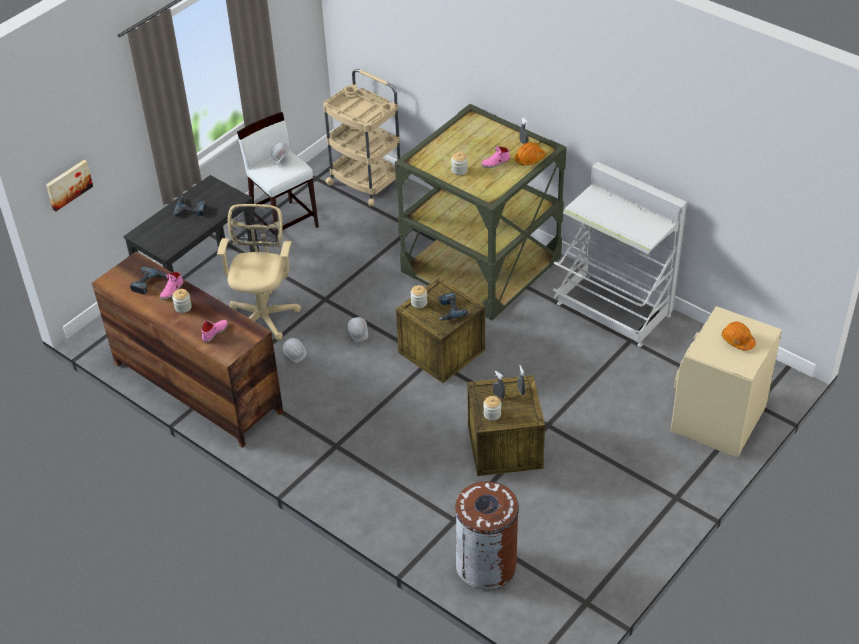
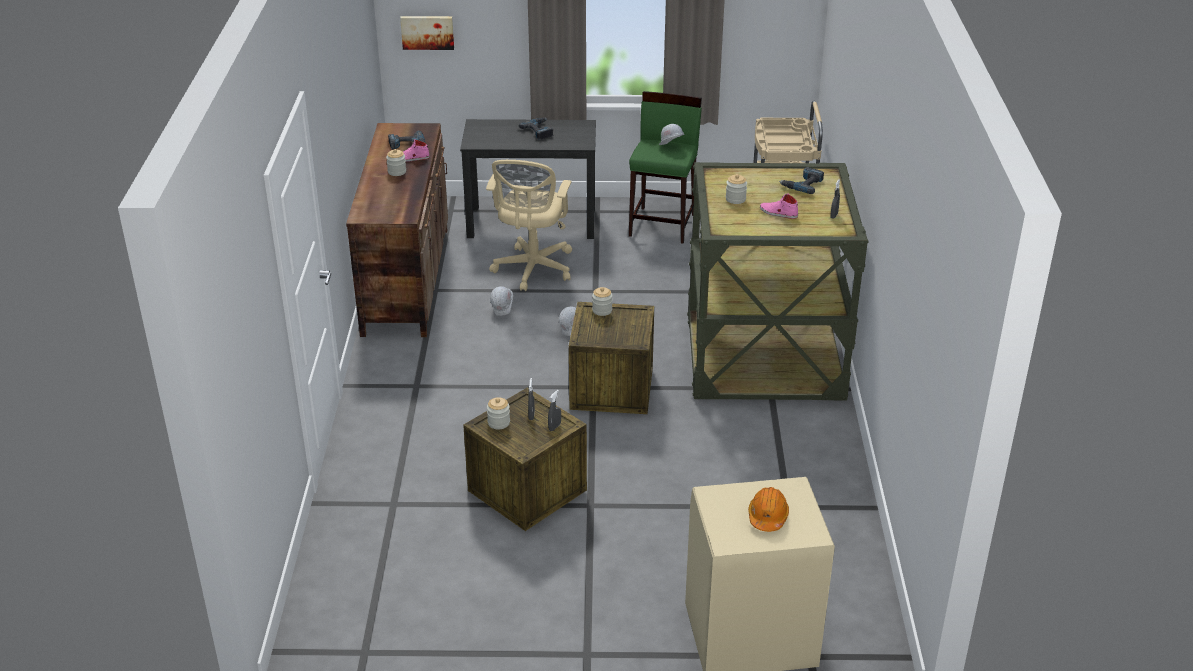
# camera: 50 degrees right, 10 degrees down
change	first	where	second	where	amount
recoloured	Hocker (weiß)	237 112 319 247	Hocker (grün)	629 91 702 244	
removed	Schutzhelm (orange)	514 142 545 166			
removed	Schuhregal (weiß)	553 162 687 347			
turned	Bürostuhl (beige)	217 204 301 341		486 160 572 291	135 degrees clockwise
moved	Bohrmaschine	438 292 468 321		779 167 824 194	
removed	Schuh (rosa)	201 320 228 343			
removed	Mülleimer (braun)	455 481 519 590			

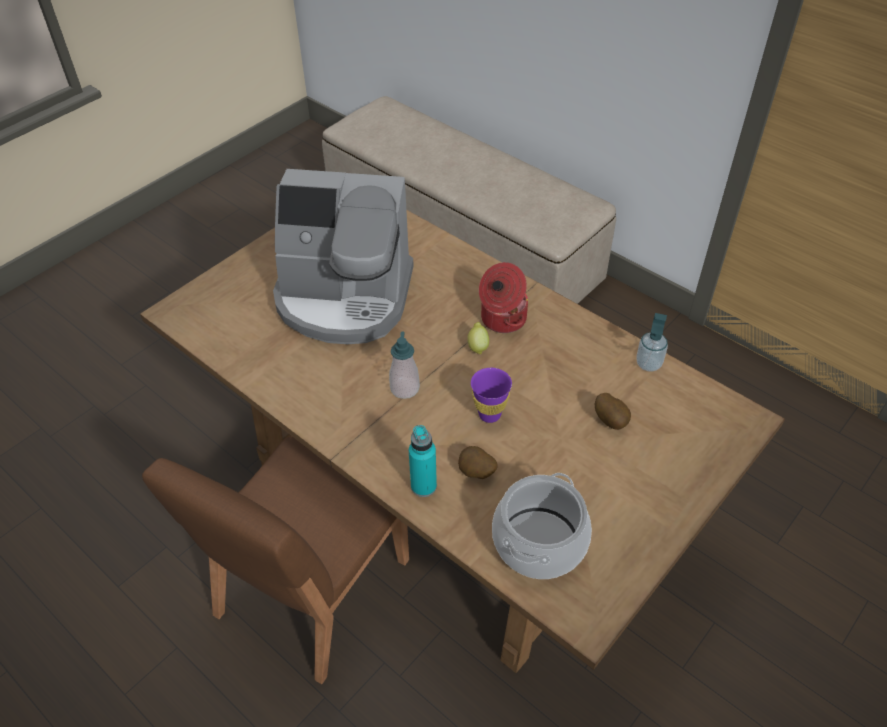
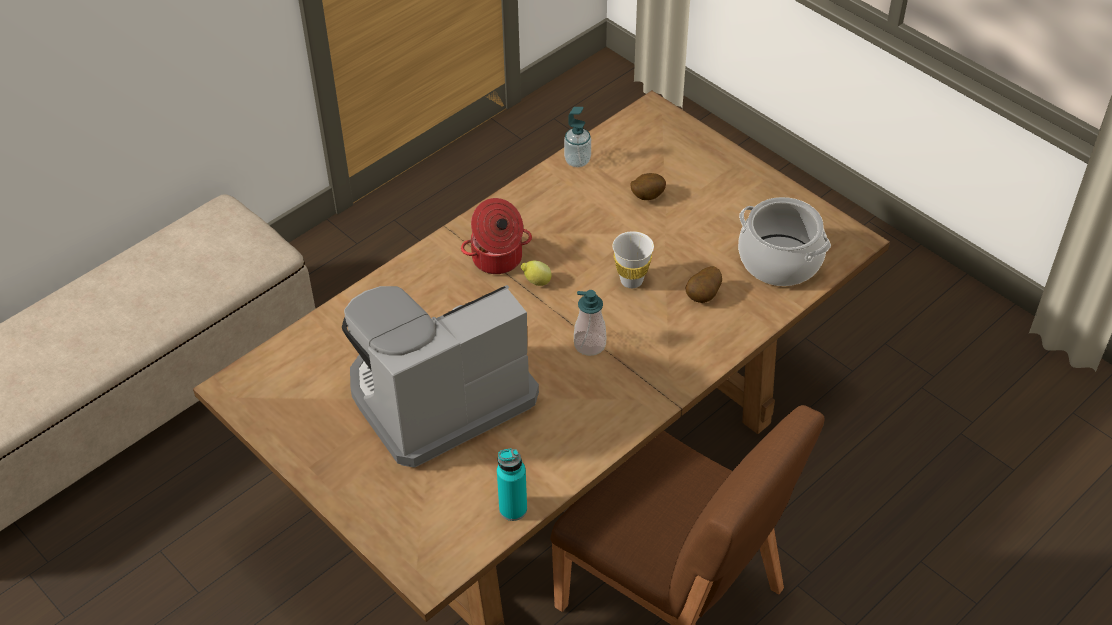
# camera: 85 degrees left, 0 degrees up
change	first	where	second	where	amount
turned	Kaffeemaschine	273 169 414 344		342 285 539 468	135 degrees counterclockwise
recoloured	Tasse (lila)	471 368 512 423	Tasse (weiß)	613 231 654 288	
moved	Flasche (türkis)	409 425 437 497		497 448 527 521	

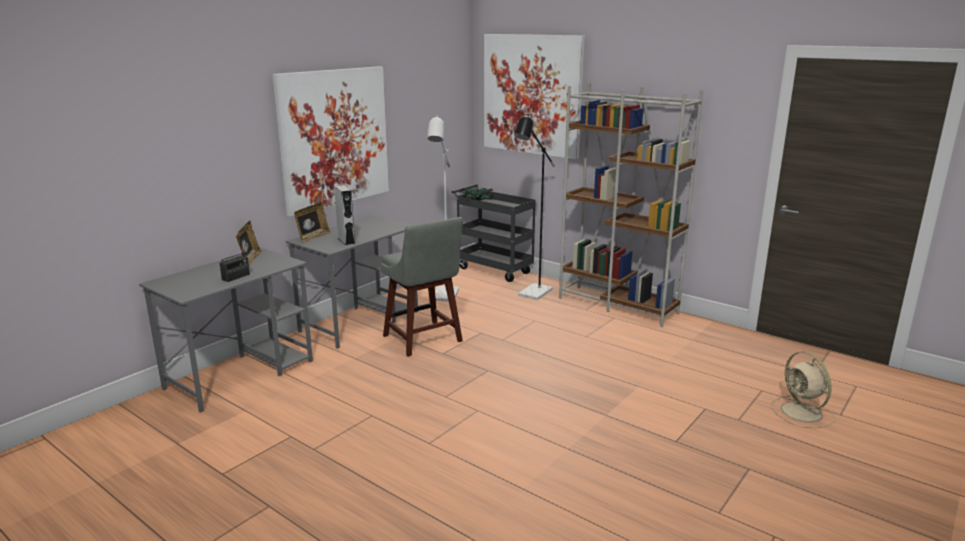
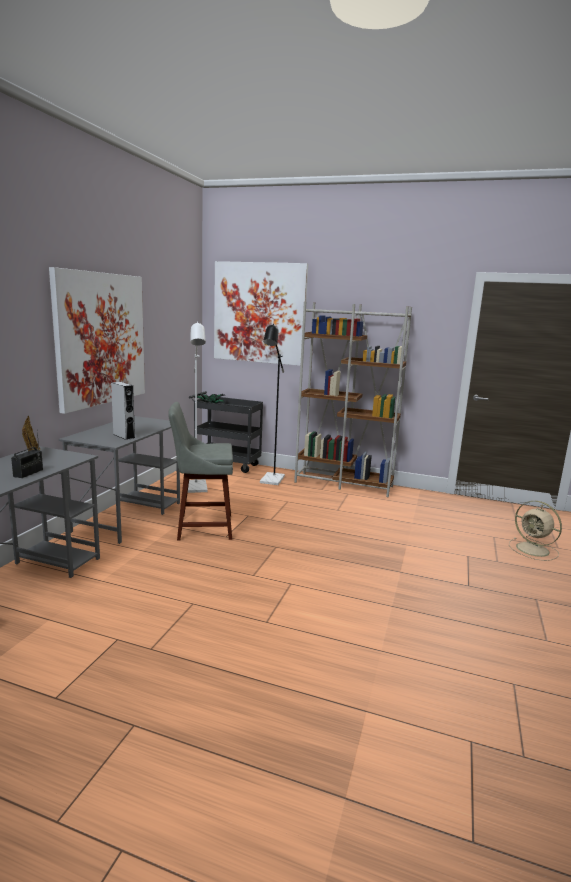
# camera: 20 degrees left, 5 degrees down
change	first	where	second	where	amount
removed	Bilderrahmen	294 202 330 243			
turned	Stuhl (grau)	381 217 463 357		168 402 233 541	135 degrees clockwise

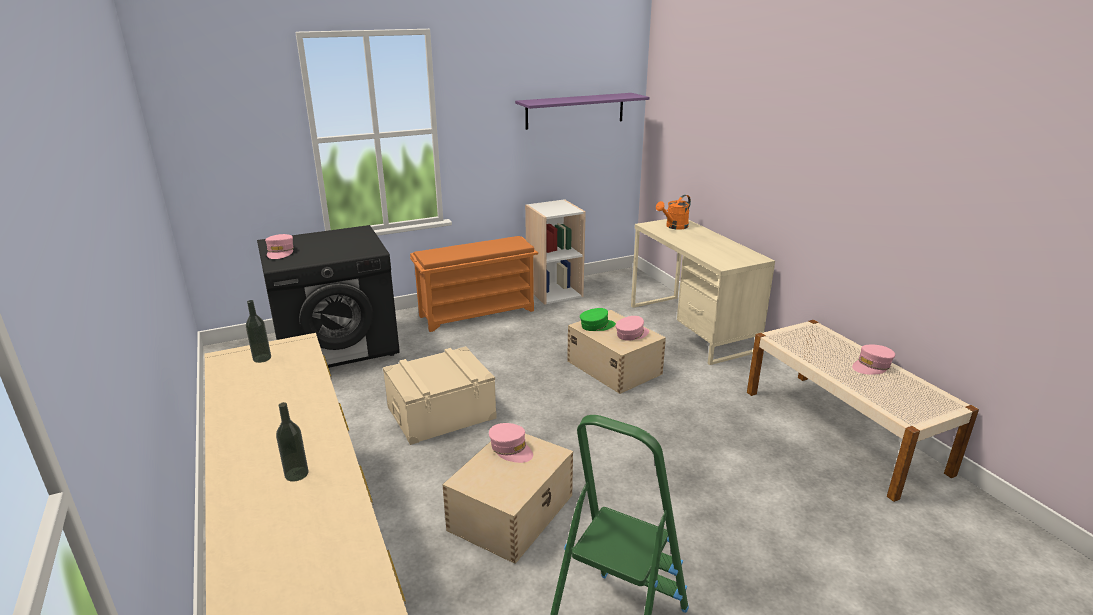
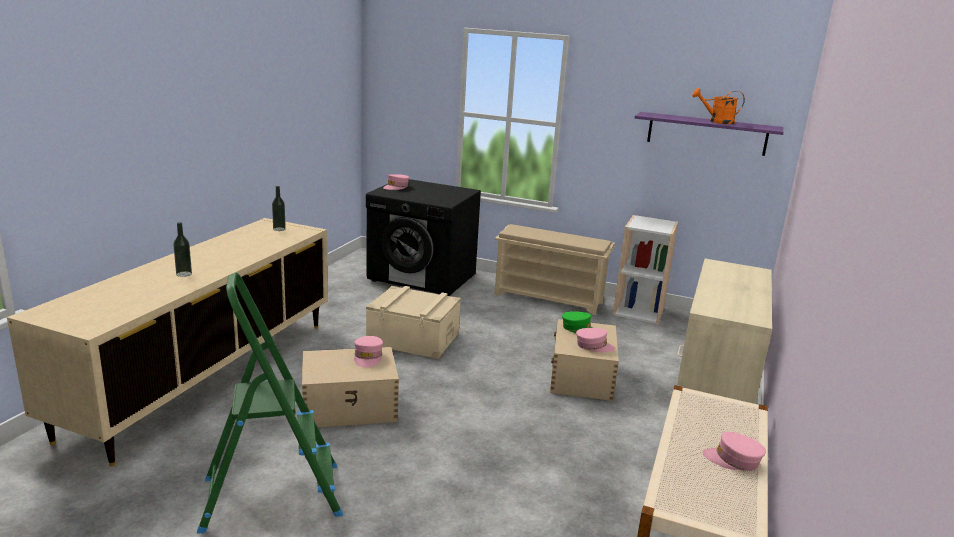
# camera: 45 degrees right, 5 degrees down
change	first	where	second	where	amount
moved	Gießkanne (orange)	656 195 691 230		692 88 745 124	
recoloured	Schuhregal (orange)	410 236 538 332	Schuhregal (beige)	494 224 615 315	

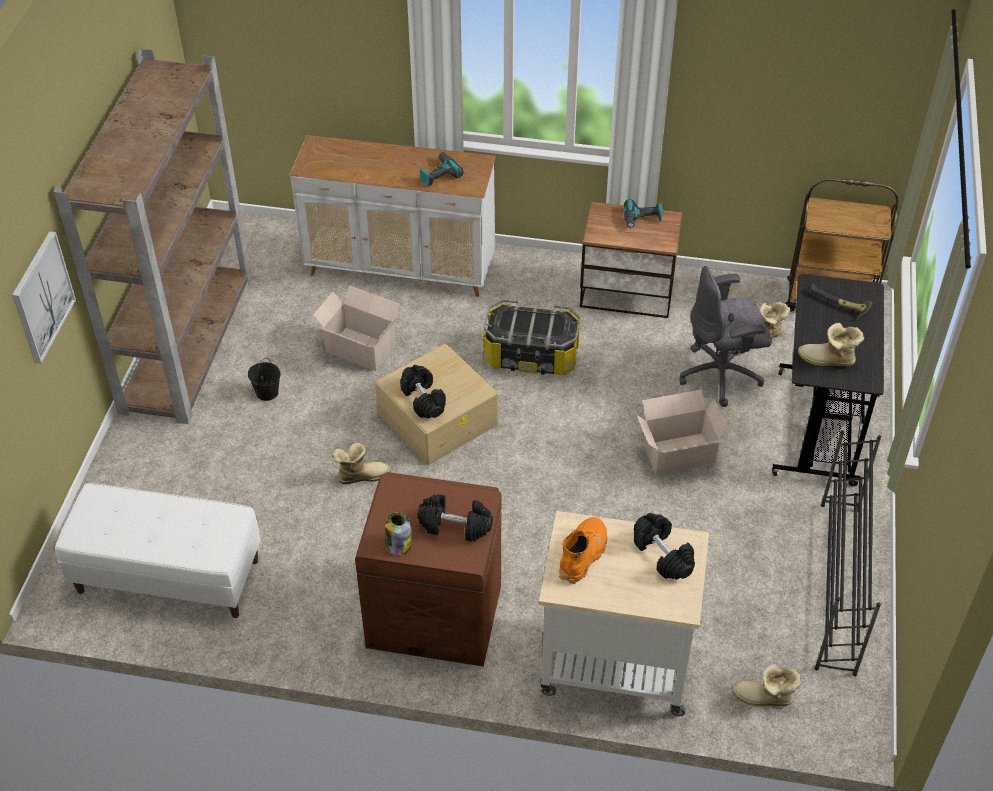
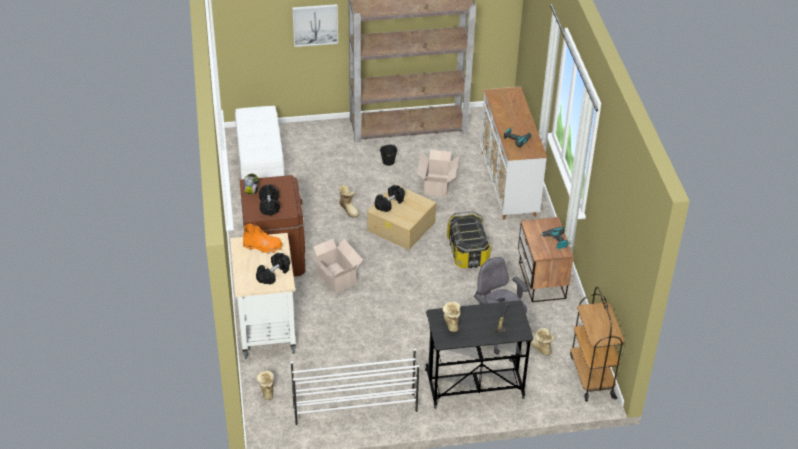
# camera: 70 degrees right, 5 degrees down
change	first	where	second	where	amount
moved	Karton	636 389 728 476		309 239 363 293	
recoloured	Schuhregal (schwarz)	815 430 881 676	Schuhregal (weiß)	291 348 419 427	

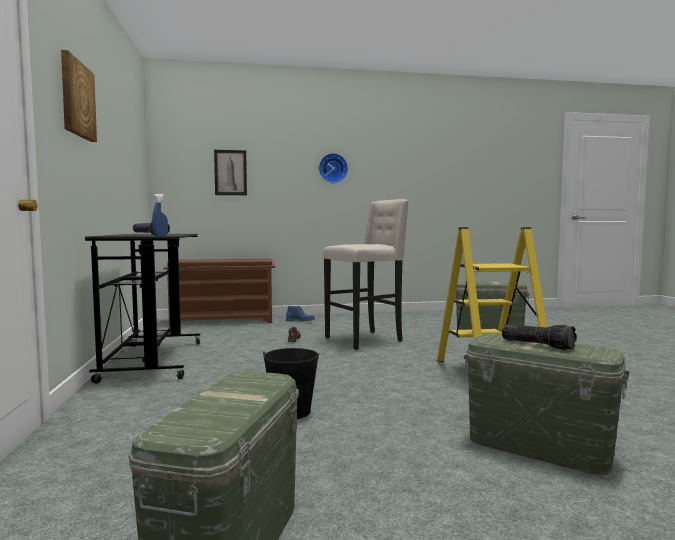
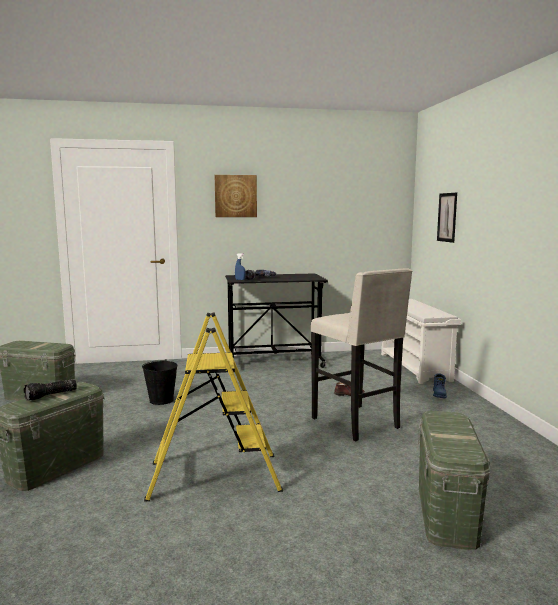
# camera: 90 degrees right, 5 degrees up
change	first	where	second	where	amount
removed	Wanduhr	319 153 348 184			
recoloured	Schuhregal (braun)	164 259 275 327	Schuhregal (weiß)	381 299 461 384	

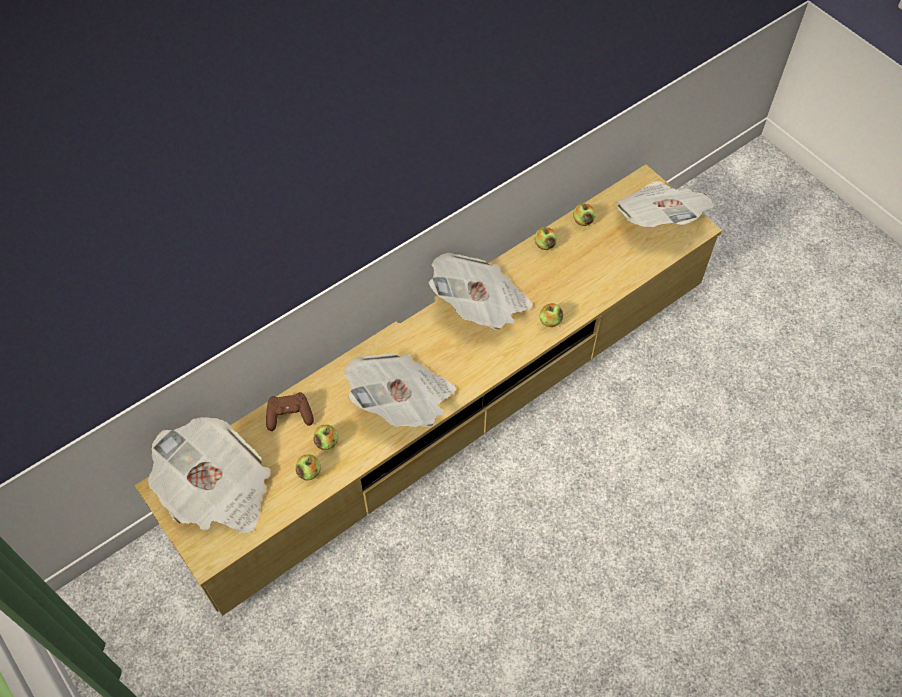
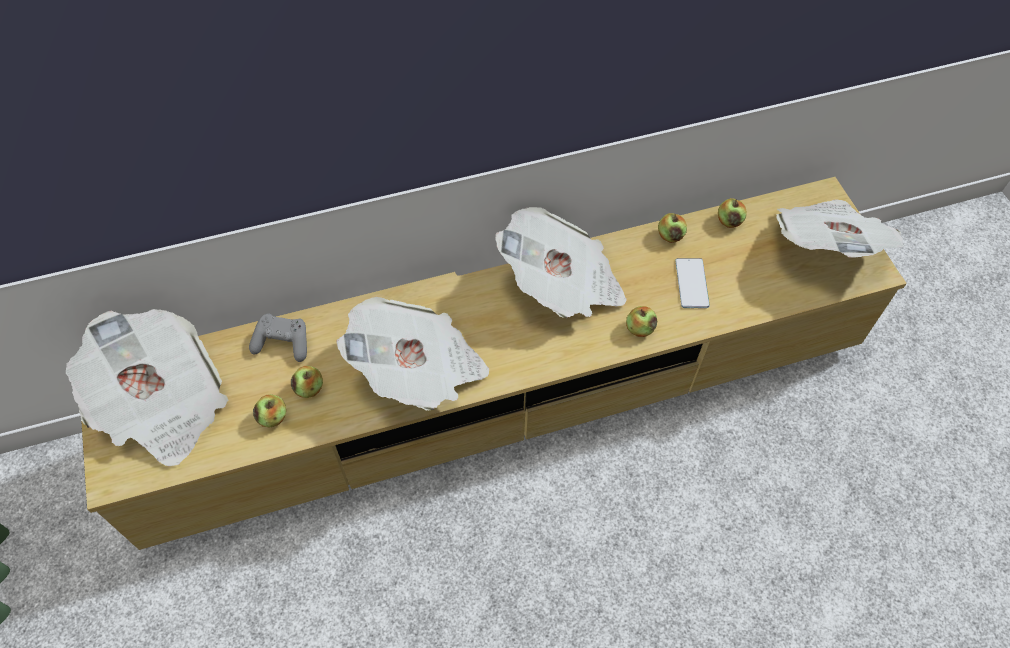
# camera: 20 degrees right, 0 degrees up
change	first	where	second	where	amount
recoloured	Gamepad (braun)	266 392 314 431	Gamepad (grau)	249 313 307 362	
added			Handy	675 258 710 308	

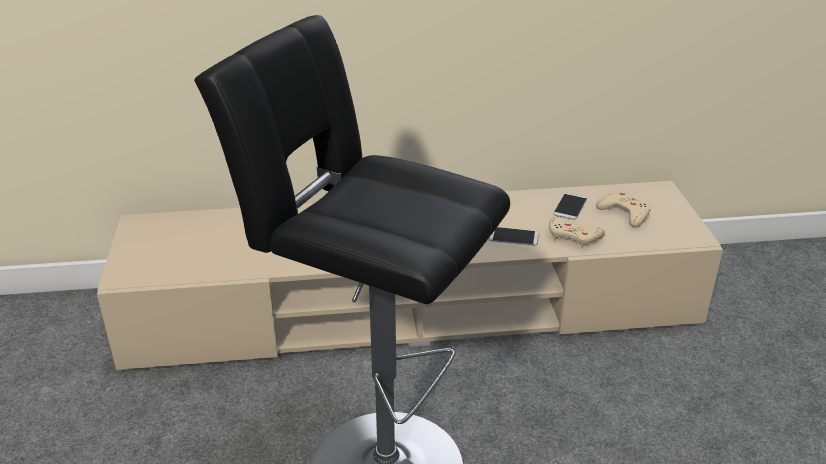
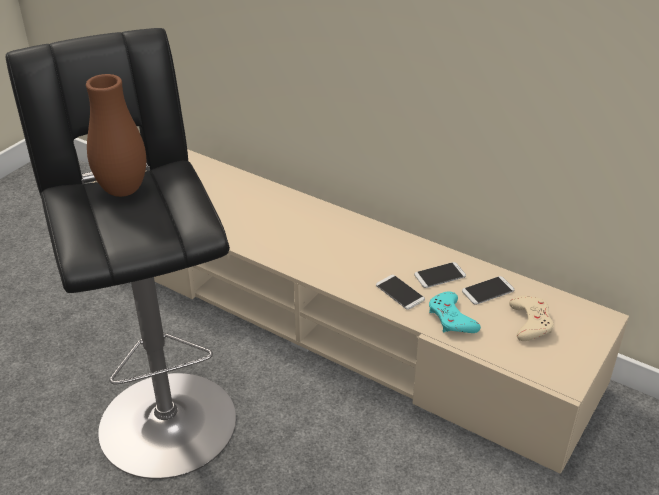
# camera: 40 degrees right, 5 degrees up
change	first	where	second	where	amount
recoloured	Gamepad (beige)	549 216 605 248	Gamepad (türkis)	429 291 481 333	
added			Vase (braun)	86 74 146 197	
added			Handy	414 262 466 288	

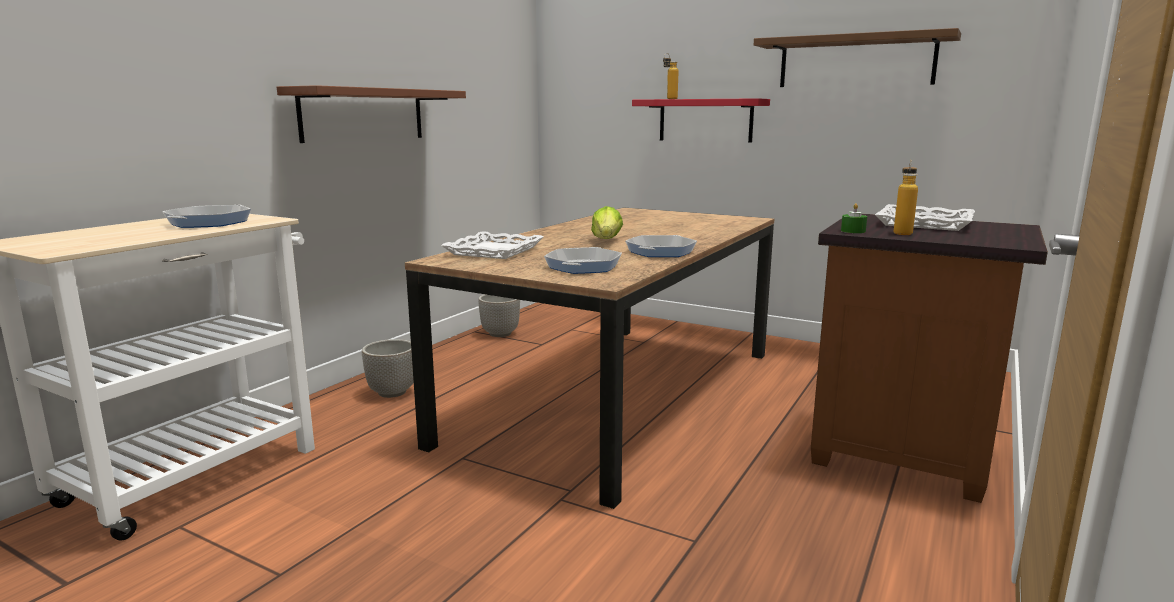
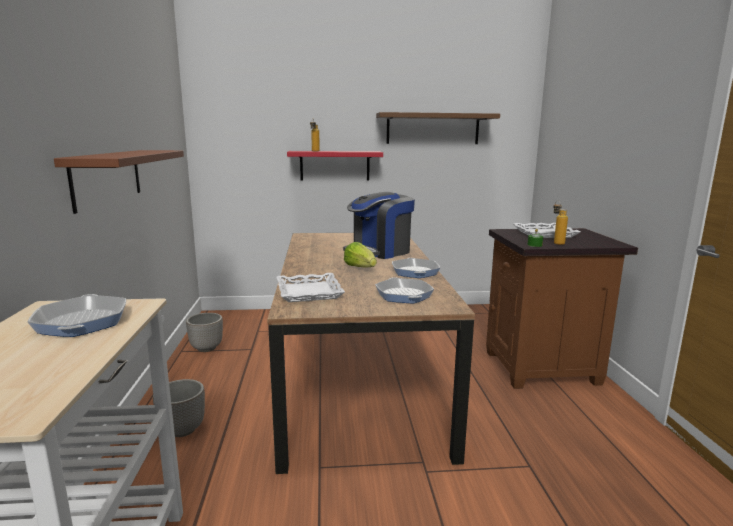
# camera: 35 degrees left, 0 degrees up
change	first	where	second	where	amount
added			Kaffeemaschine	343 192 415 259	

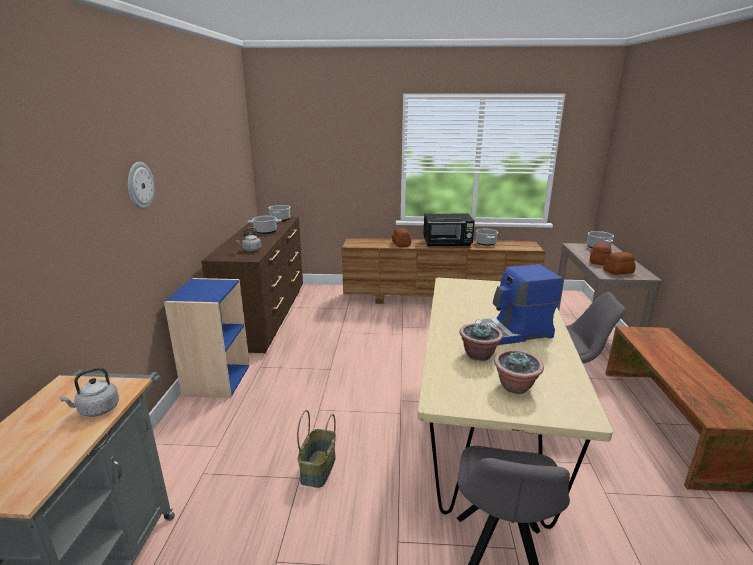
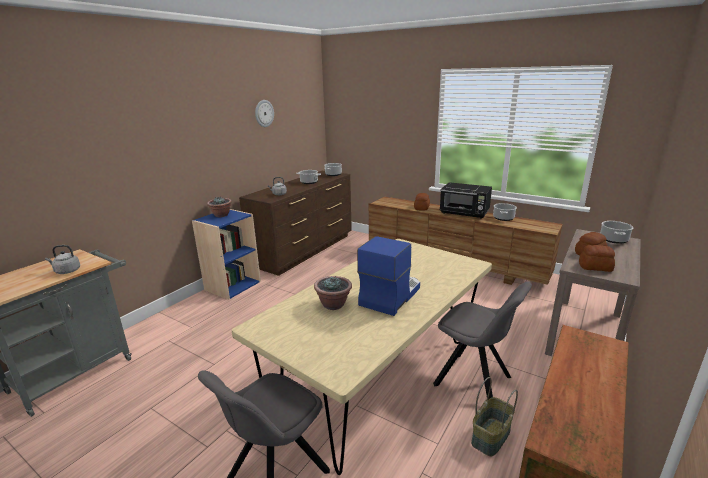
# camera: 30 degrees right, 0 degrees up
change	first	where	second	where	amount
moved	Wanduhr	128 162 155 209		255 100 274 127	
turned	Kaffeemaschine	475 264 563 345		357 236 420 316	105 degrees clockwise
moved	Topfpflanze	494 349 544 394		207 197 232 217	
moved	Korb	297 410 336 488		471 377 518 456	

